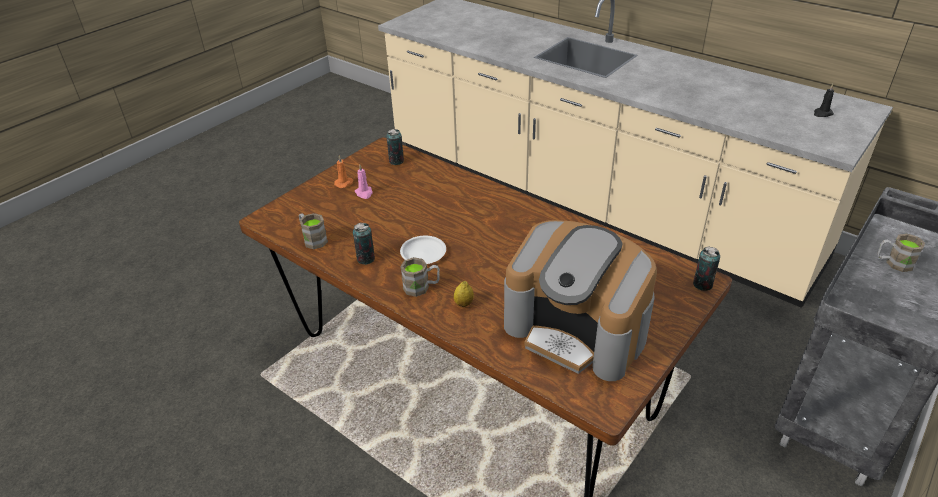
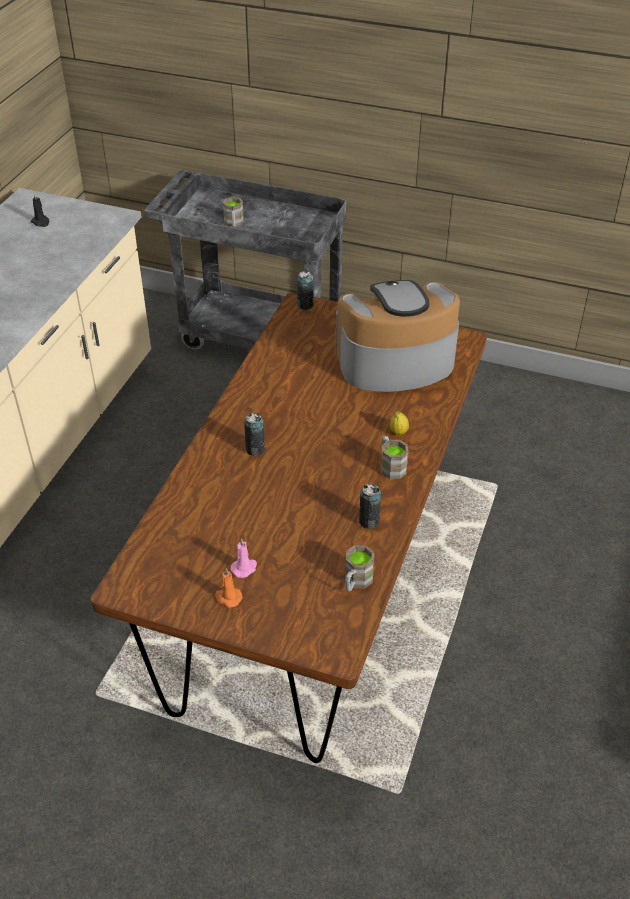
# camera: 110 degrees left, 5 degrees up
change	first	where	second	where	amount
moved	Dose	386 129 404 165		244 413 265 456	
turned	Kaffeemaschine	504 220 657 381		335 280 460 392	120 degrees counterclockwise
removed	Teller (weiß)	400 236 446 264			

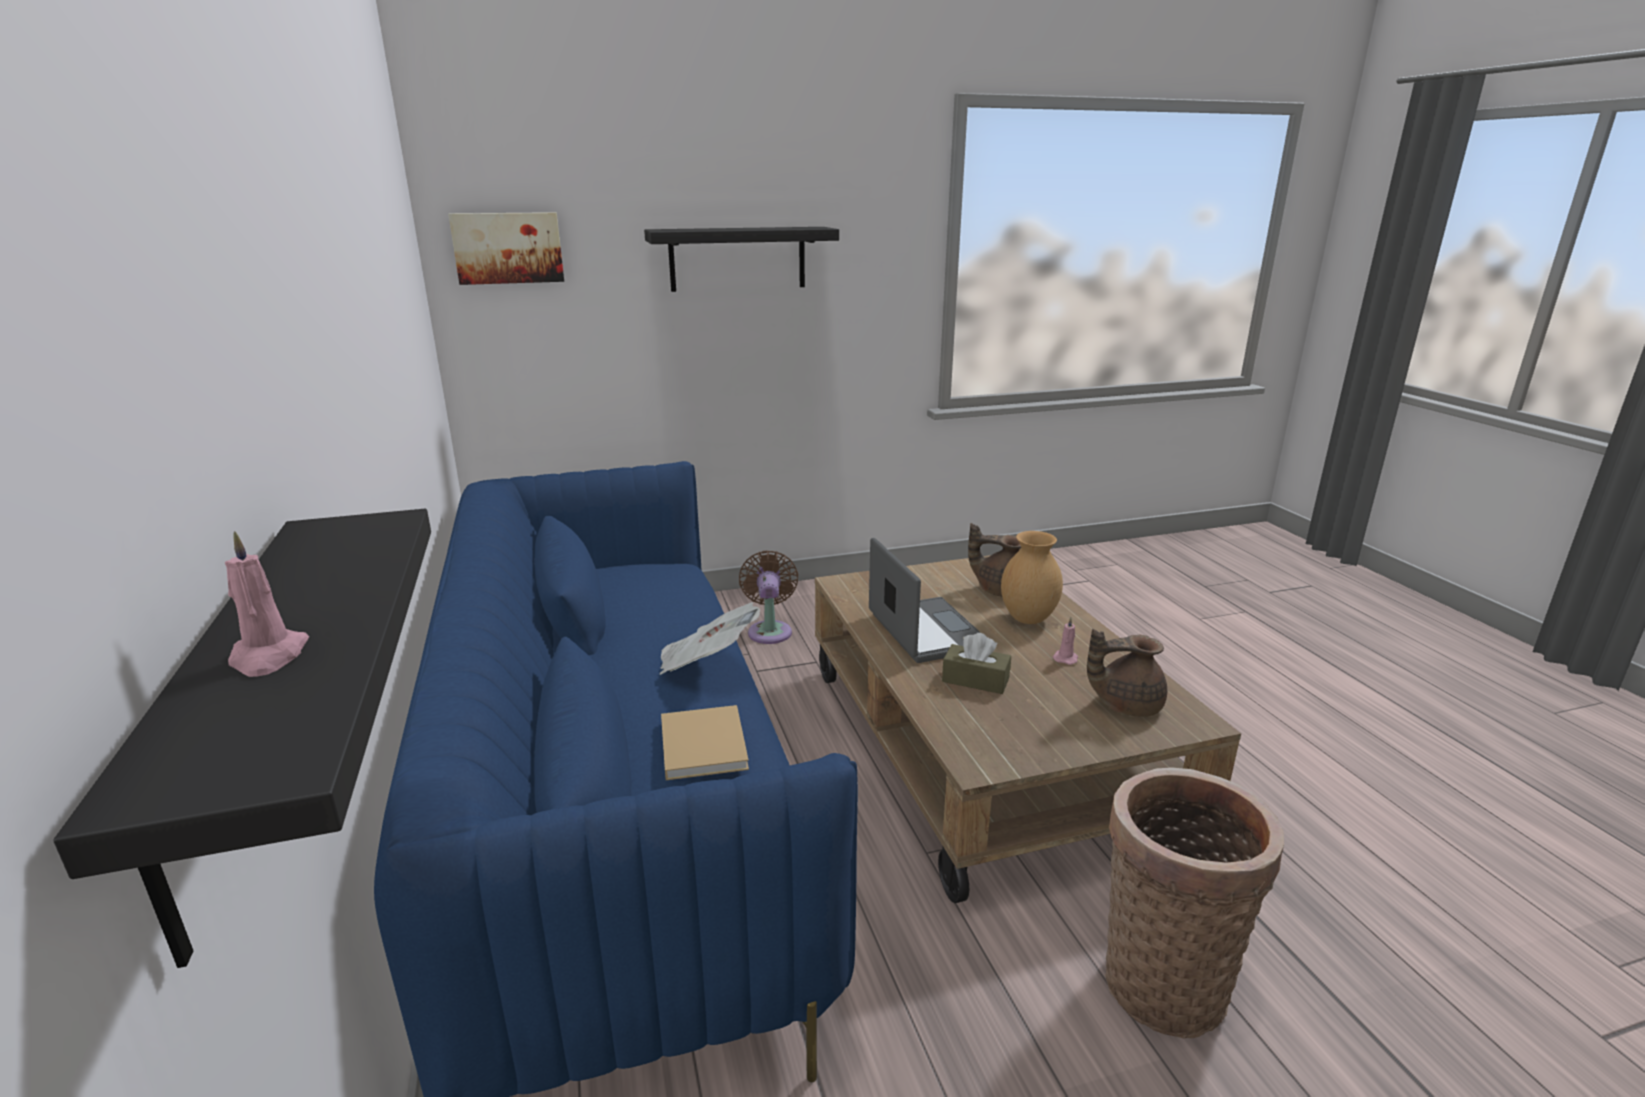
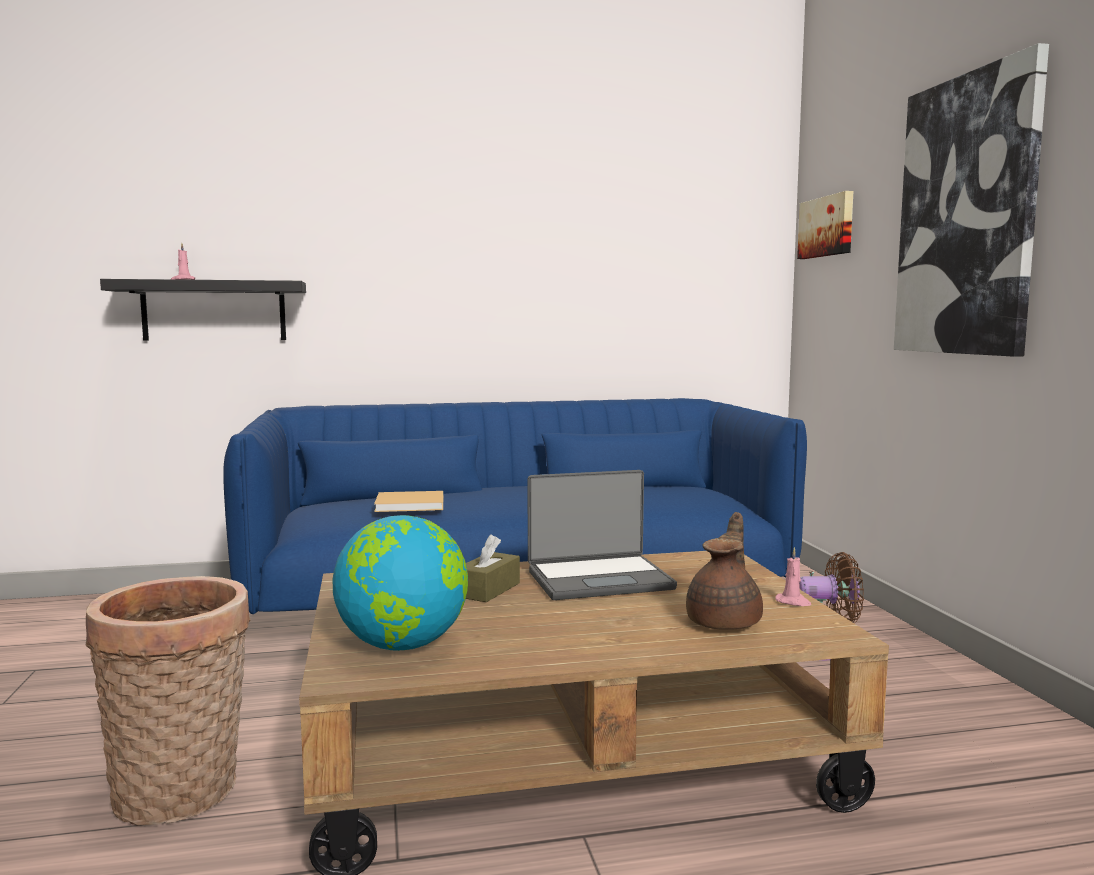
# camera: 95 degrees right, 15 degrees down
change	first	where	second	where	amount
replaced	Wandregal (schwarz)	644 227 839 292	Bild	894 43 1049 357	
removed	Vase (braun)	1001 531 1063 624			
removed	Zeitung	659 602 760 675			
moved	Kerze (rosa)	1053 617 1078 665		775 547 811 606	
replaced	Teekanne (braun)	1087 629 1167 717	Globus	333 515 468 651	

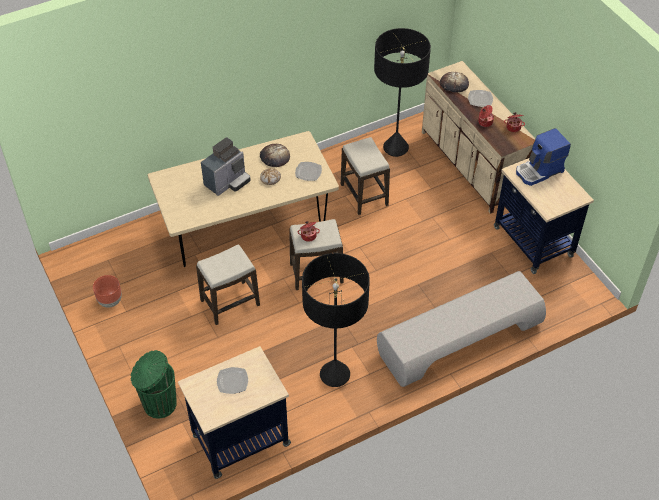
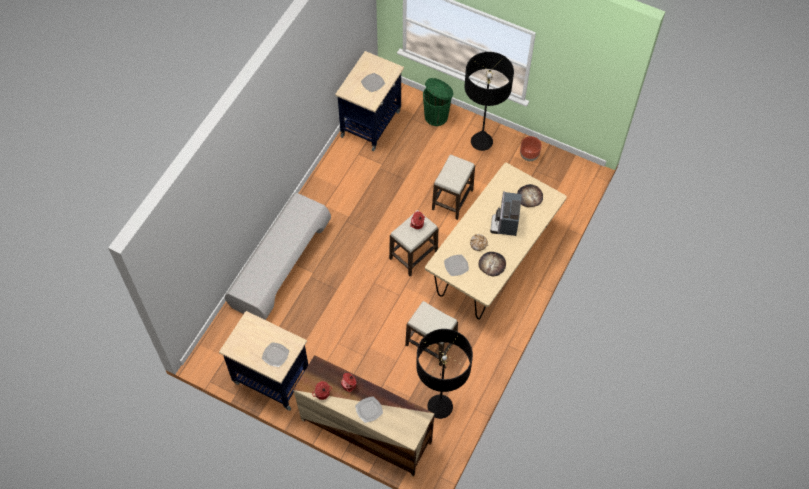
# camera: 145 degrees right, 10 degrees up
change	first	where	second	where	amount
moved	Brot	440 72 469 93		517 184 543 207	
replaced	Kaffeemaschine	516 128 571 186	Teller	262 342 289 367	
moved	Stehlampe (schwarz)	302 253 370 387		464 52 514 151	

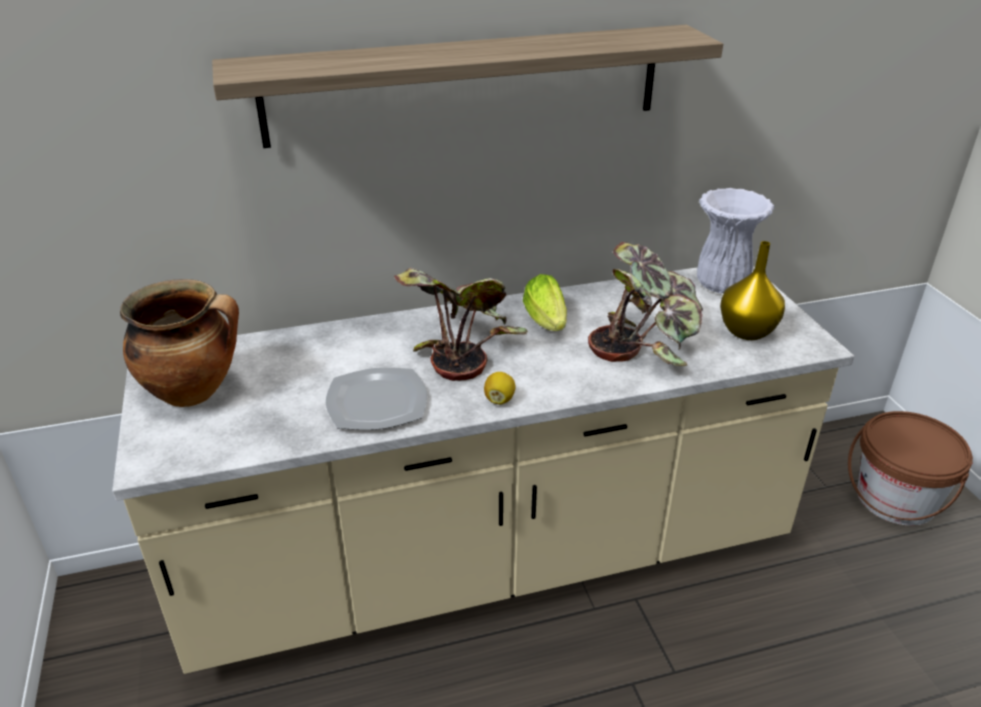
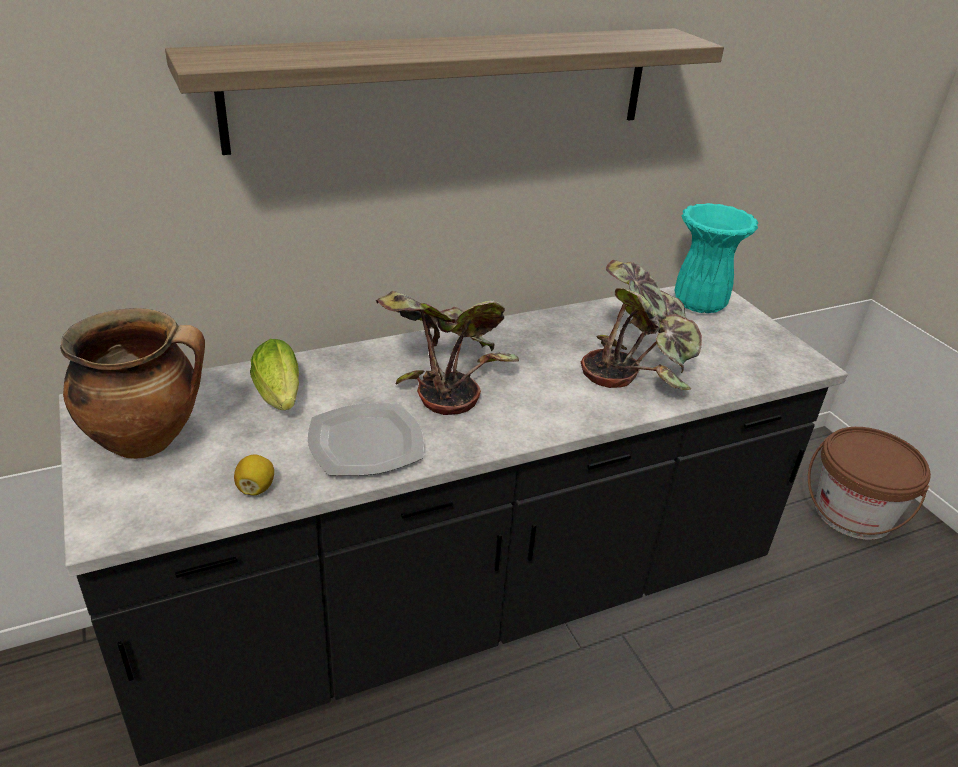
# camera: 10 degrees left, 0 degrees up
change	first	where	second	where	amount
recoloured	Vase (weiß)	697 188 774 293	Vase (türkis)	675 203 758 313	
removed	Vase (gelb)	720 241 785 340			
recoloured	Küchenzeile (beige)	112 266 854 674	Küchenzeile (schwarz)	59 286 848 766	
moved	Salatkopf	523 274 567 331		250 339 299 410	
moved	Zitrone	484 372 516 404		234 454 274 496	

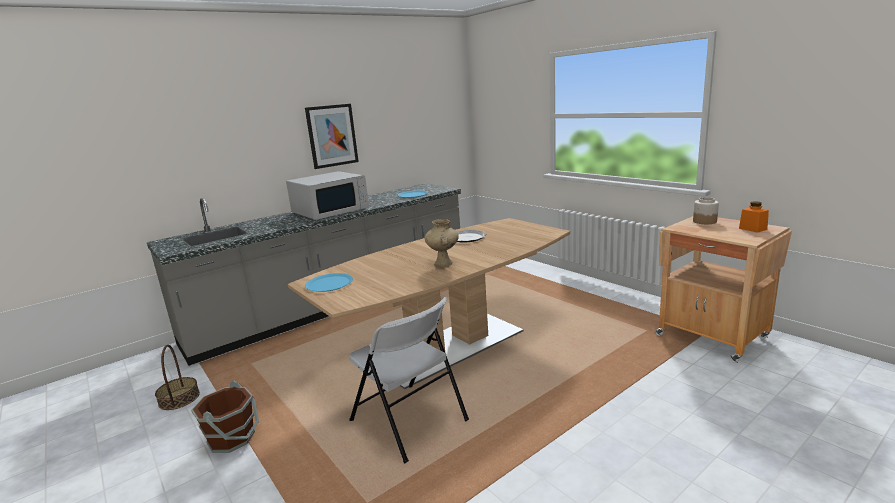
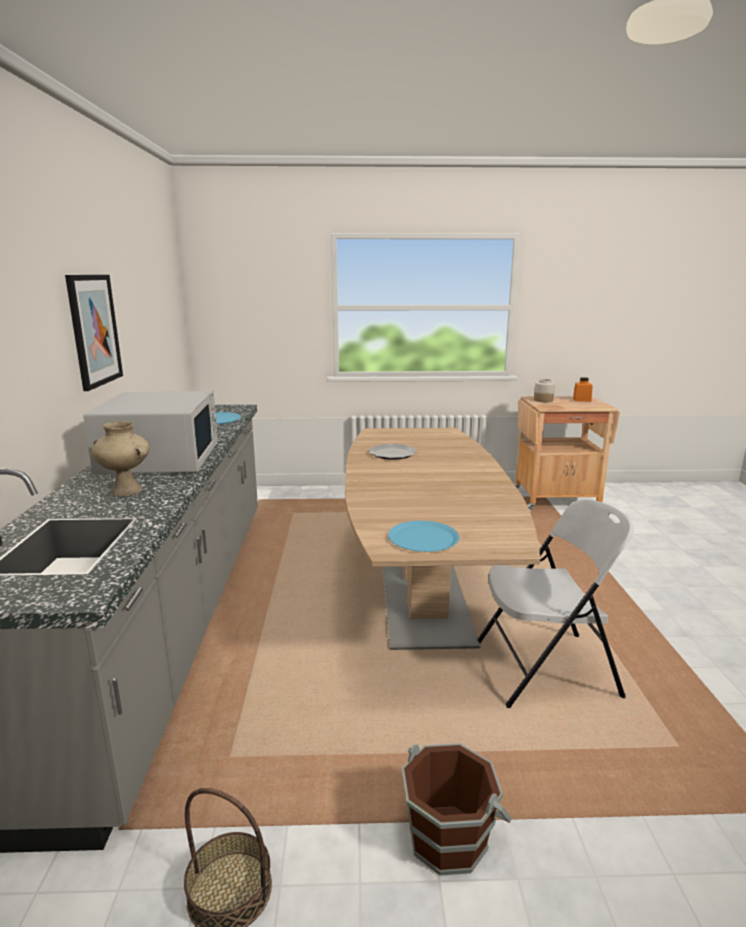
# camera: 55 degrees left, 0 degrees up
change	first	where	second	where	amount
moved	Vase (beige)	425 219 459 267		92 421 149 496	

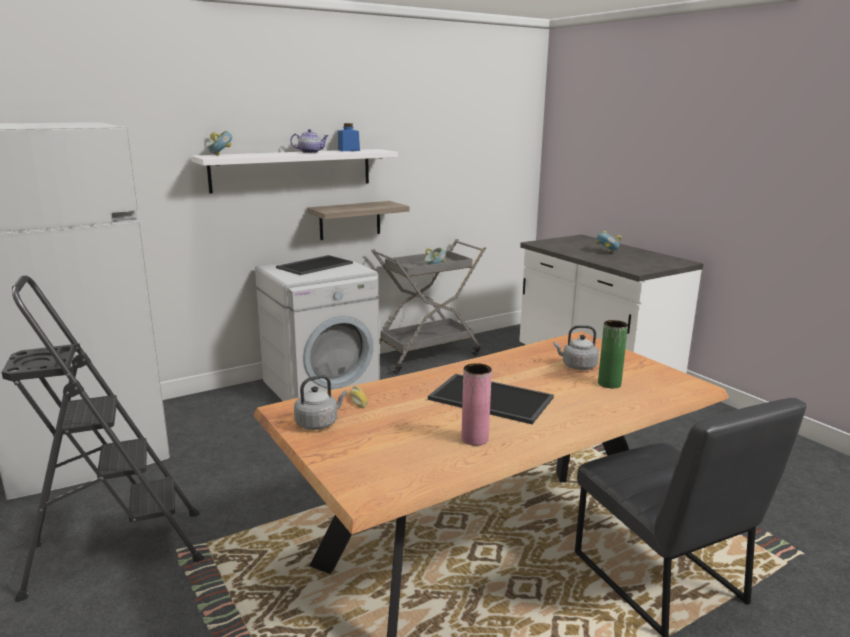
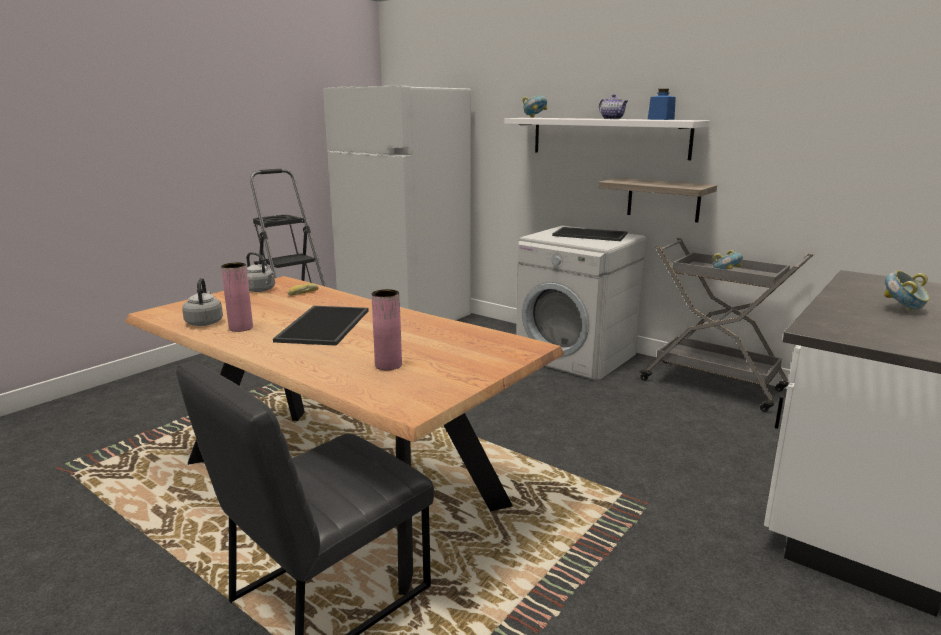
# camera: 70 degrees right, 0 degrees up
change	first	where	second	where	amount
recoloured	Vase (grün)	598 320 628 388	Vase (rosa)	371 289 402 370	
moved	Wasserkessel (grau)	554 325 599 370		182 278 223 326	

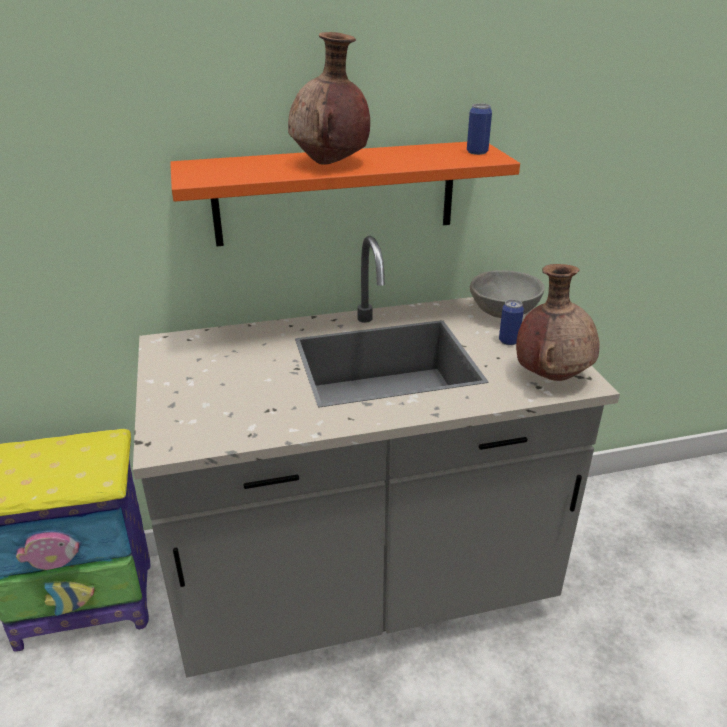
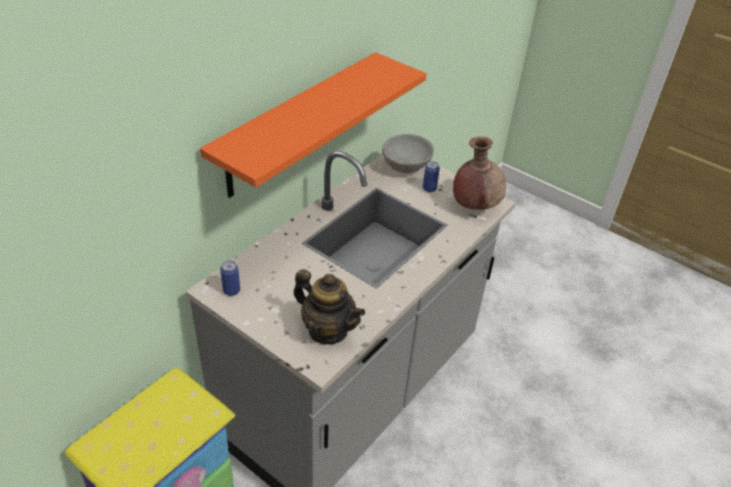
# camera: 40 degrees left, 10 degrees up
change	first	where	second	where	amount
removed	Vase (braun)	288 32 370 165			
moved	Dose	467 103 492 155		220 260 240 296	
added			Teekanne	294 269 365 344	

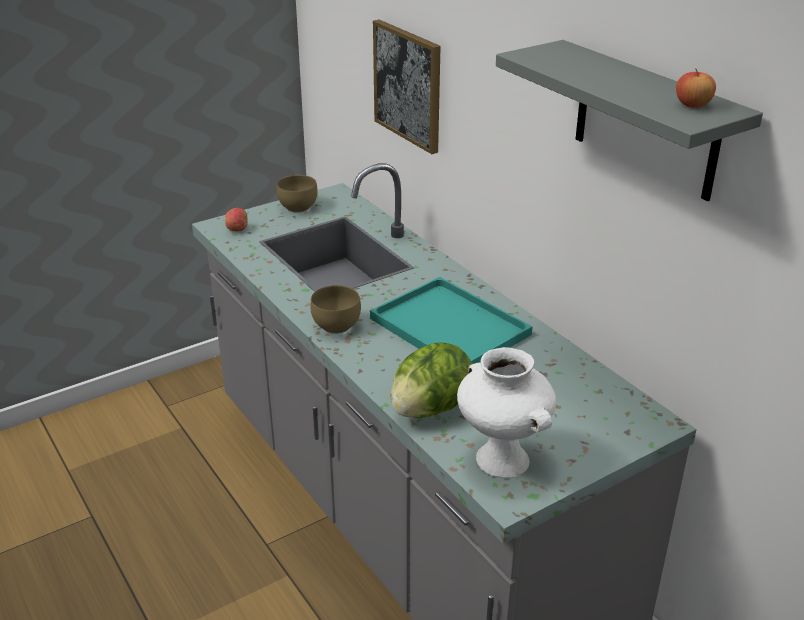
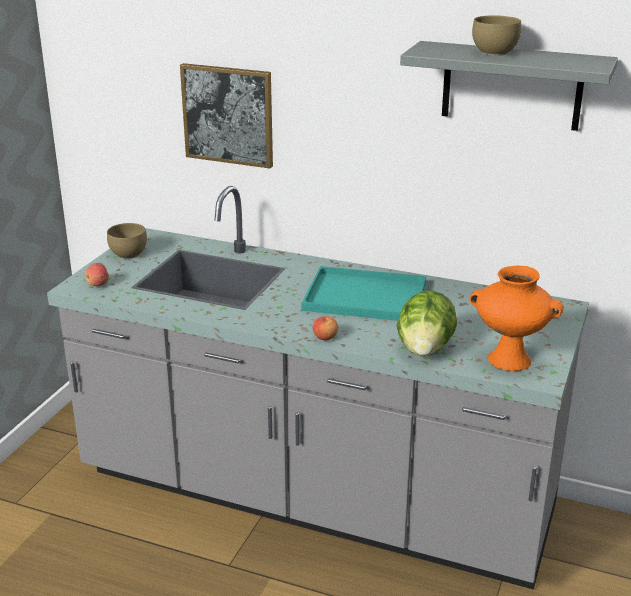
# camera: 35 degrees left, 5 degrees down
change	first	where	second	where	amount
moved	Apfel	676 68 716 108		313 316 338 340	
moved	Schüssel (braun)	310 285 361 334		472 15 521 56	
recoloured	Vase (weiß)	457 347 556 478	Vase (orange)	470 265 564 371	

